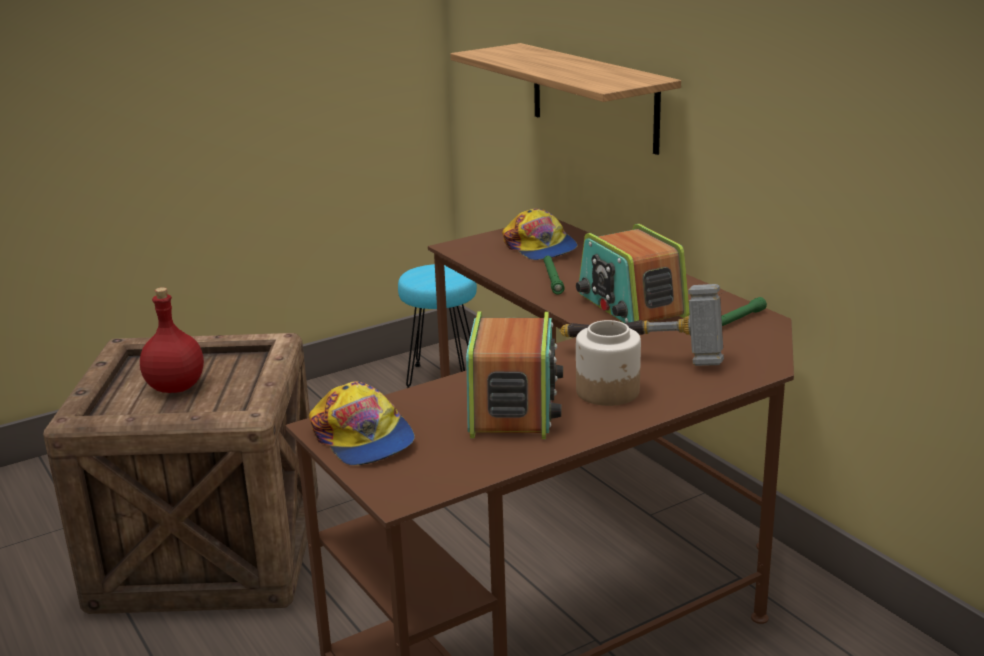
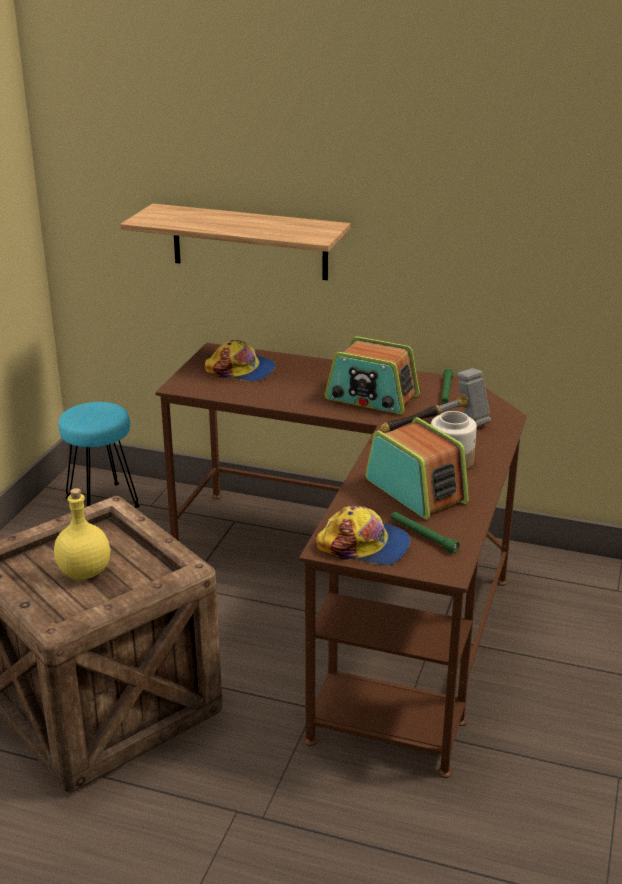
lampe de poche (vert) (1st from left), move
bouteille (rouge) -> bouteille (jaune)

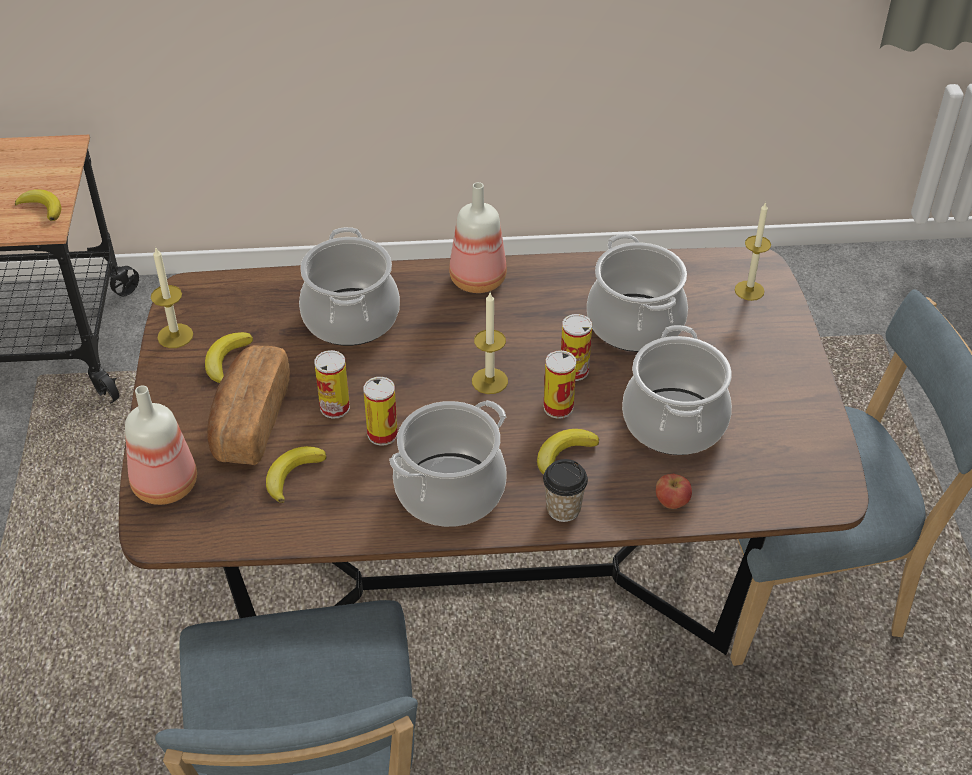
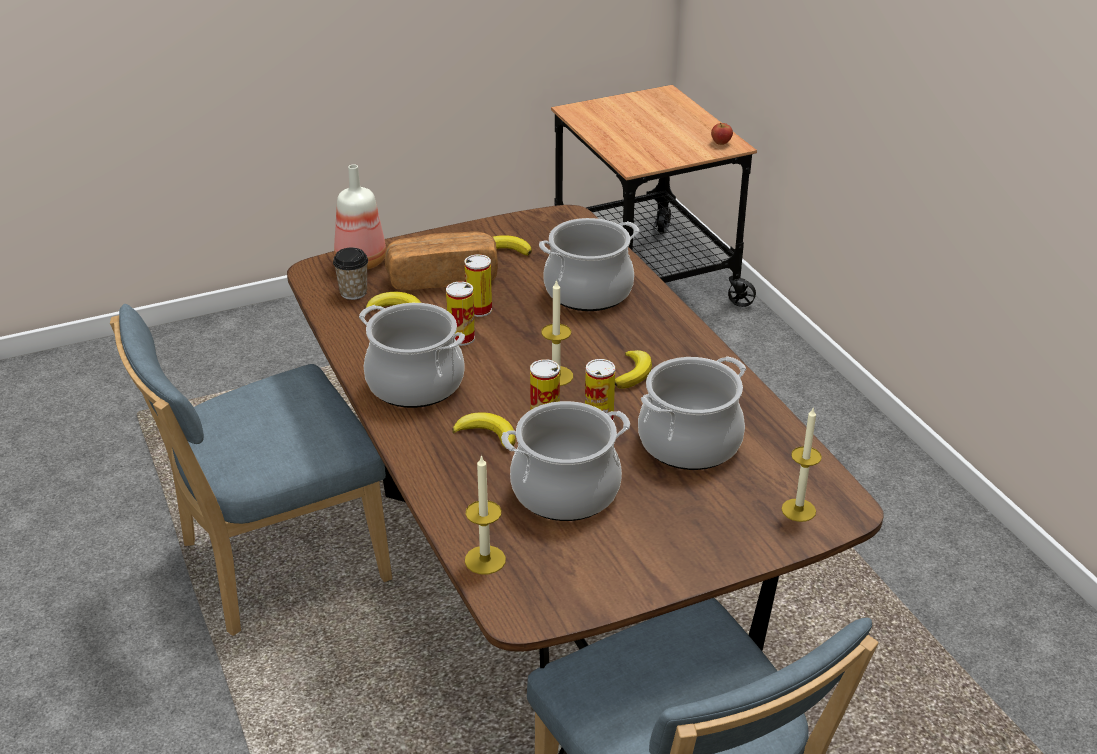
bouteille (2nd from left) -> none
banane (1st from left in the first image) -> banane (4th from left), move
bougie (1st from left), move
tasse, move
pomme, move

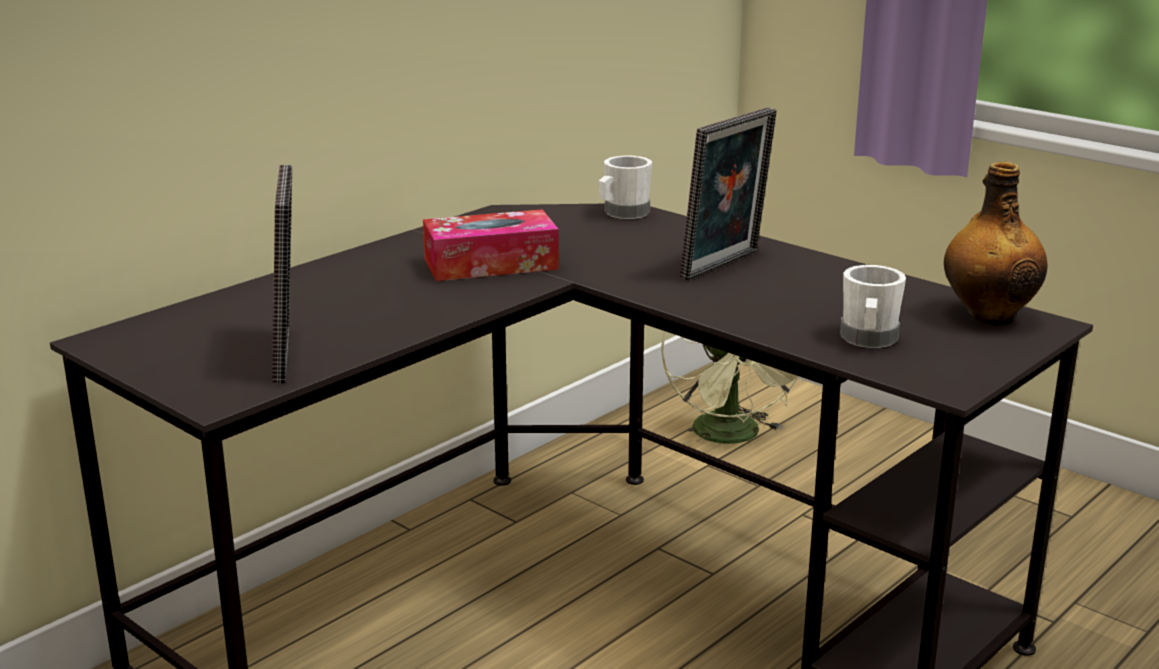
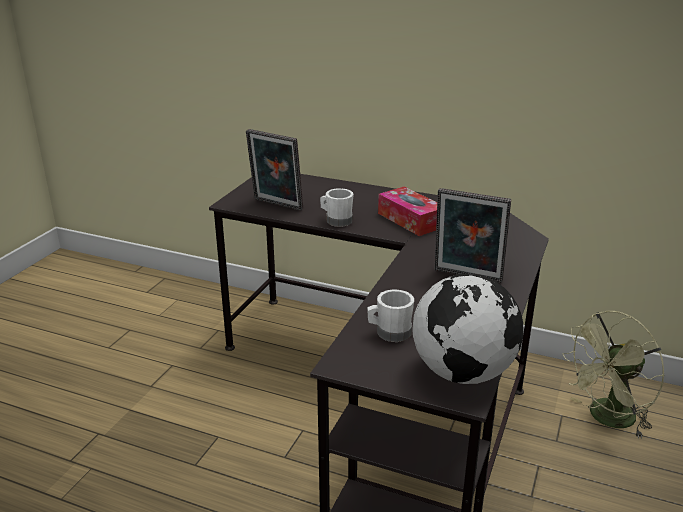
mug (blanc) (1st from left), move
bouteille -> globe
cadre photo (1st from left), 60 degrees clockwise

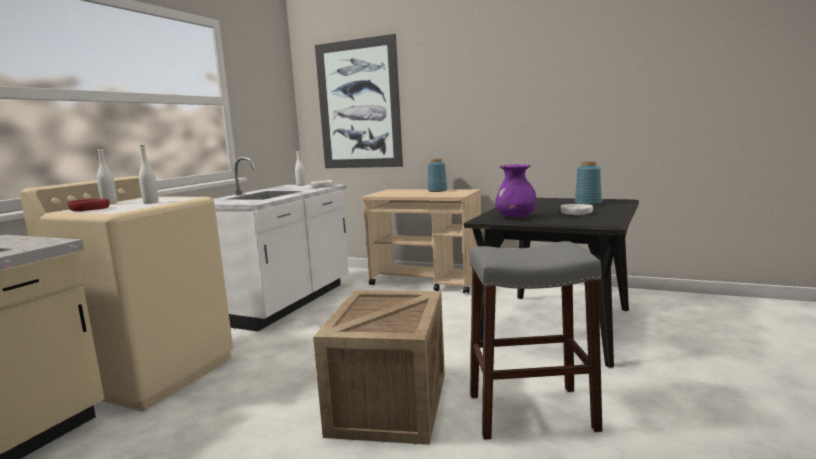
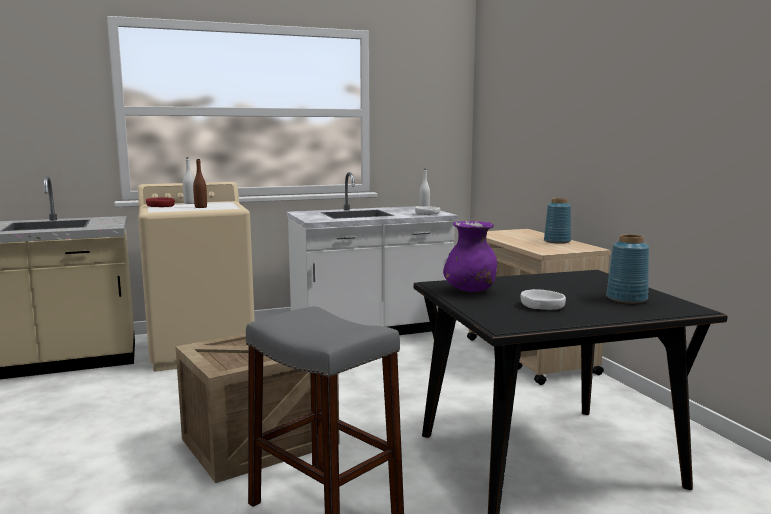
tableau -> none
bouteille (blanc) (2nd from left) -> bouteille (marron)

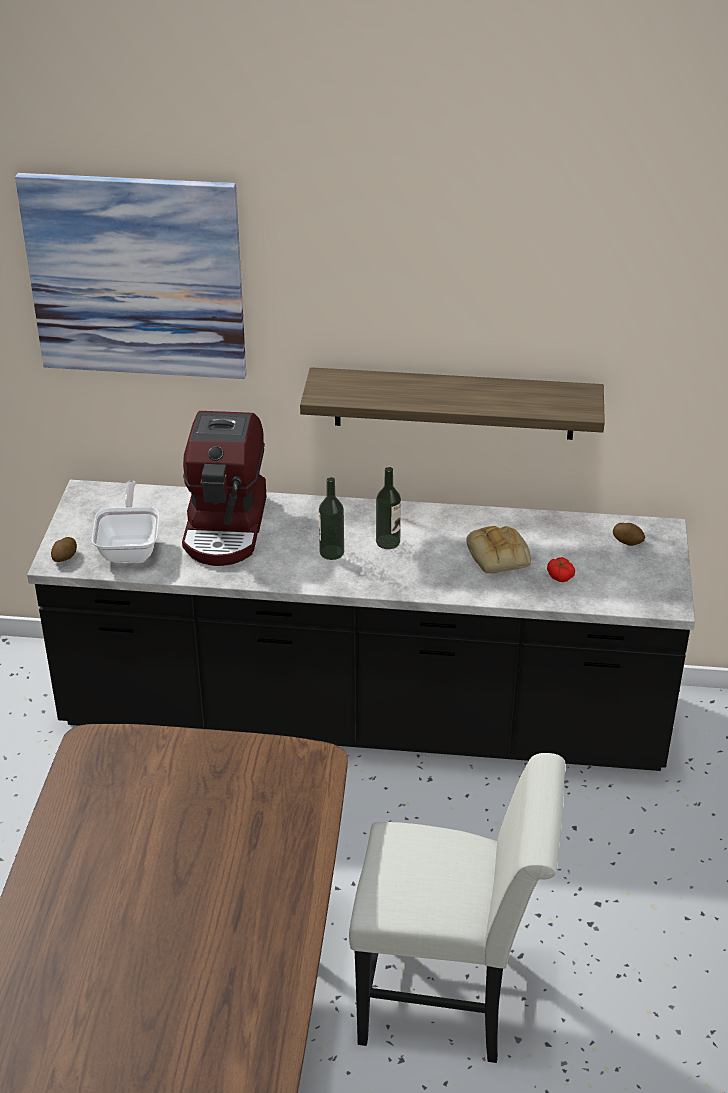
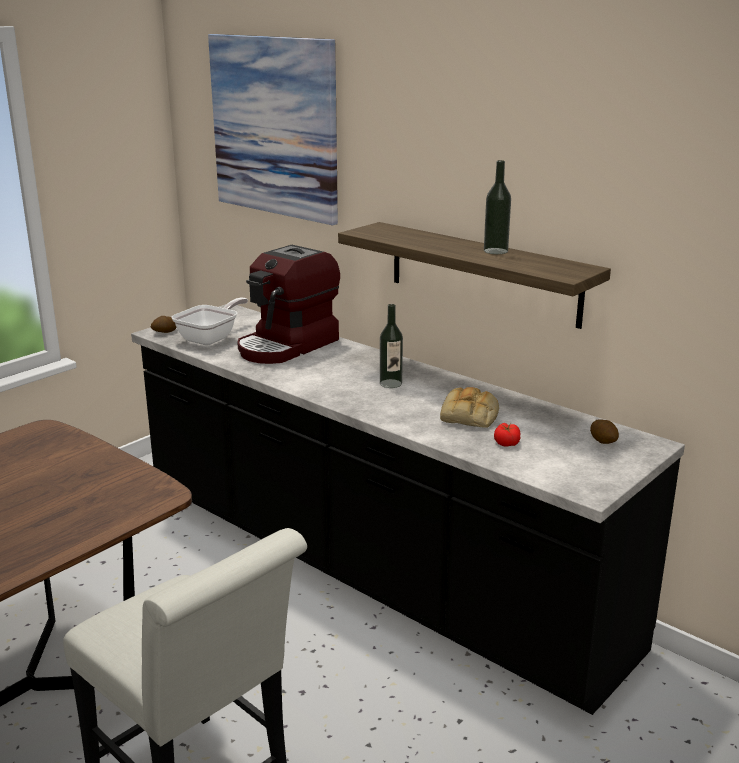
bouteille (1st from left in the first image) -> bouteille (2nd from left), move

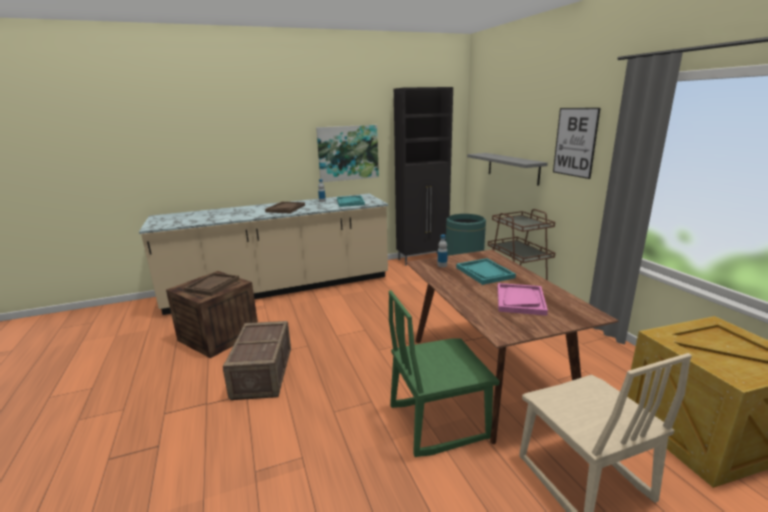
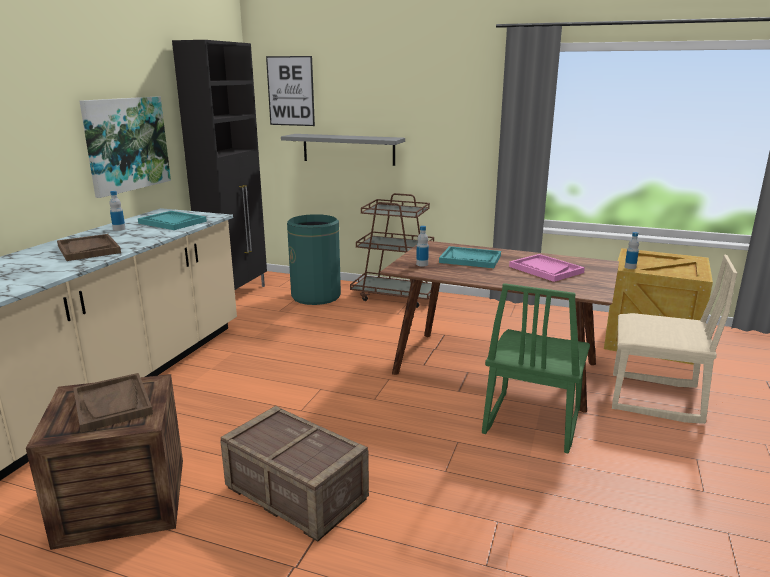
tableau (2nd from left), move
none -> bouteille (3rd from left)

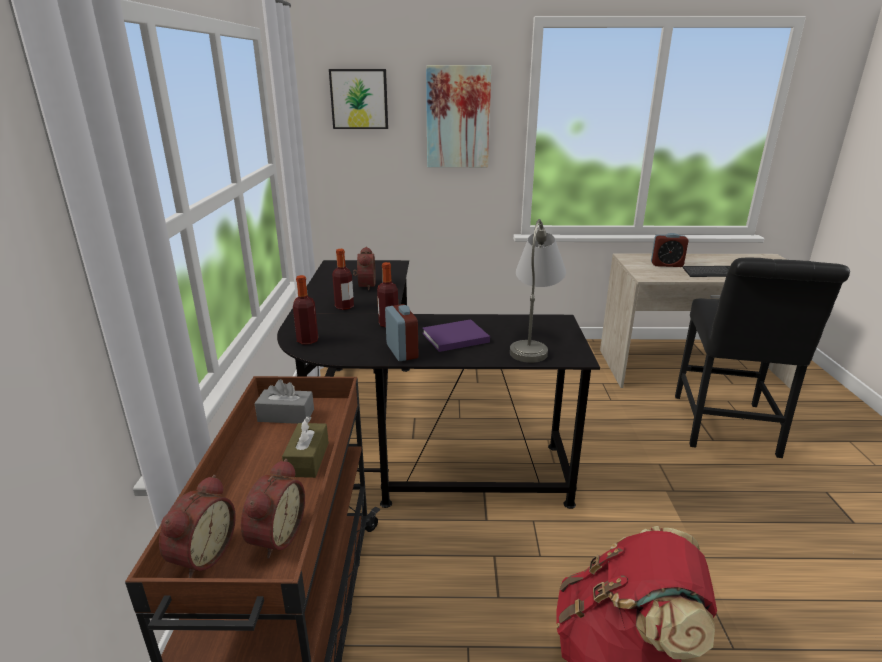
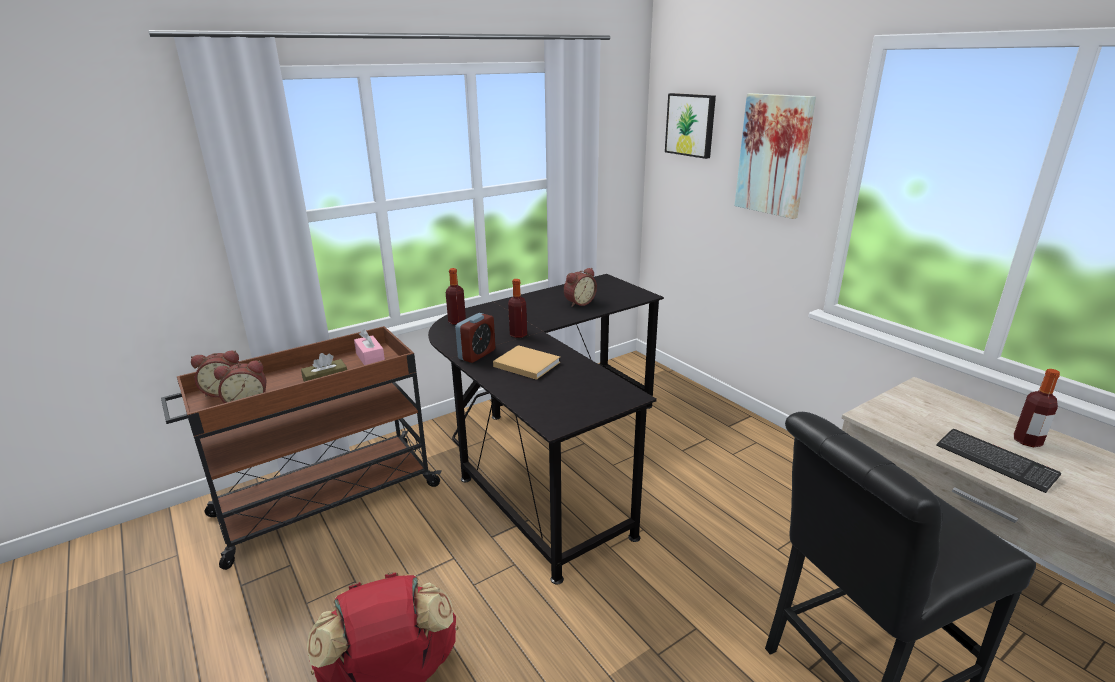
lampe de table (gris) -> none
réveil (5th from left) -> none
bouteille (2nd from left in the first image) -> bouteille (3rd from left), move
livre (violet) -> livre (beige)
boîte à mouchoirs (gris) -> boîte à mouchoirs (rose)

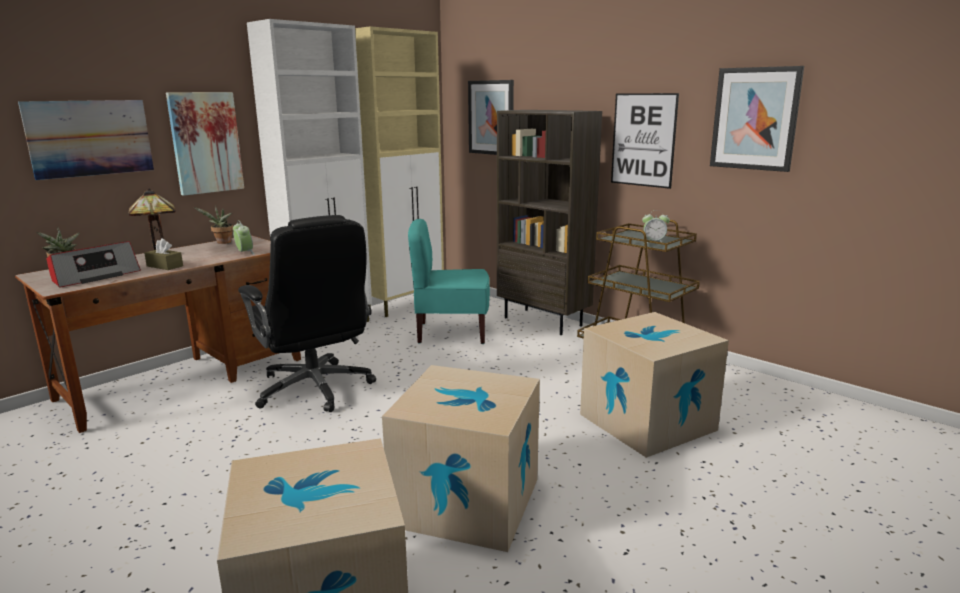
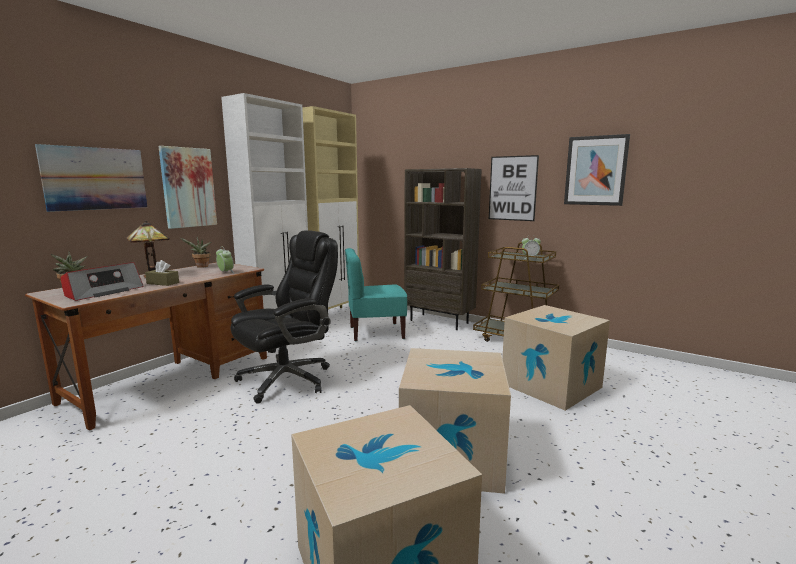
tableau (3rd from left) -> none
chaise de bureau (noir), 90 degrees counterclockwise

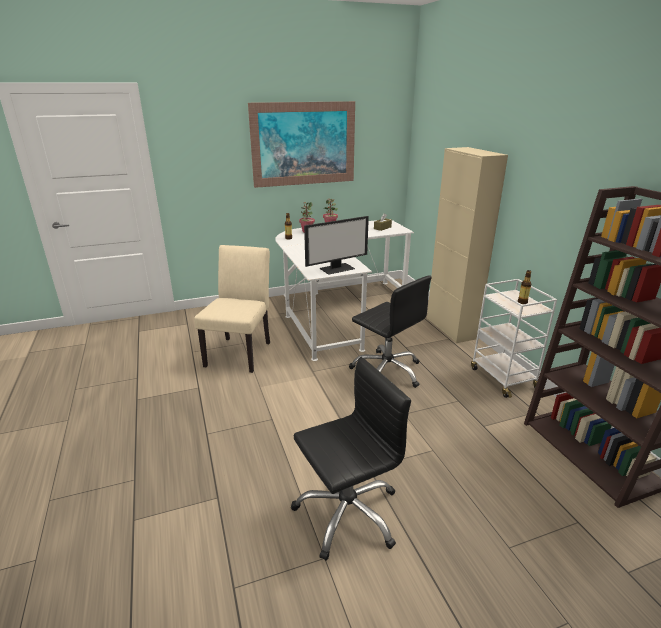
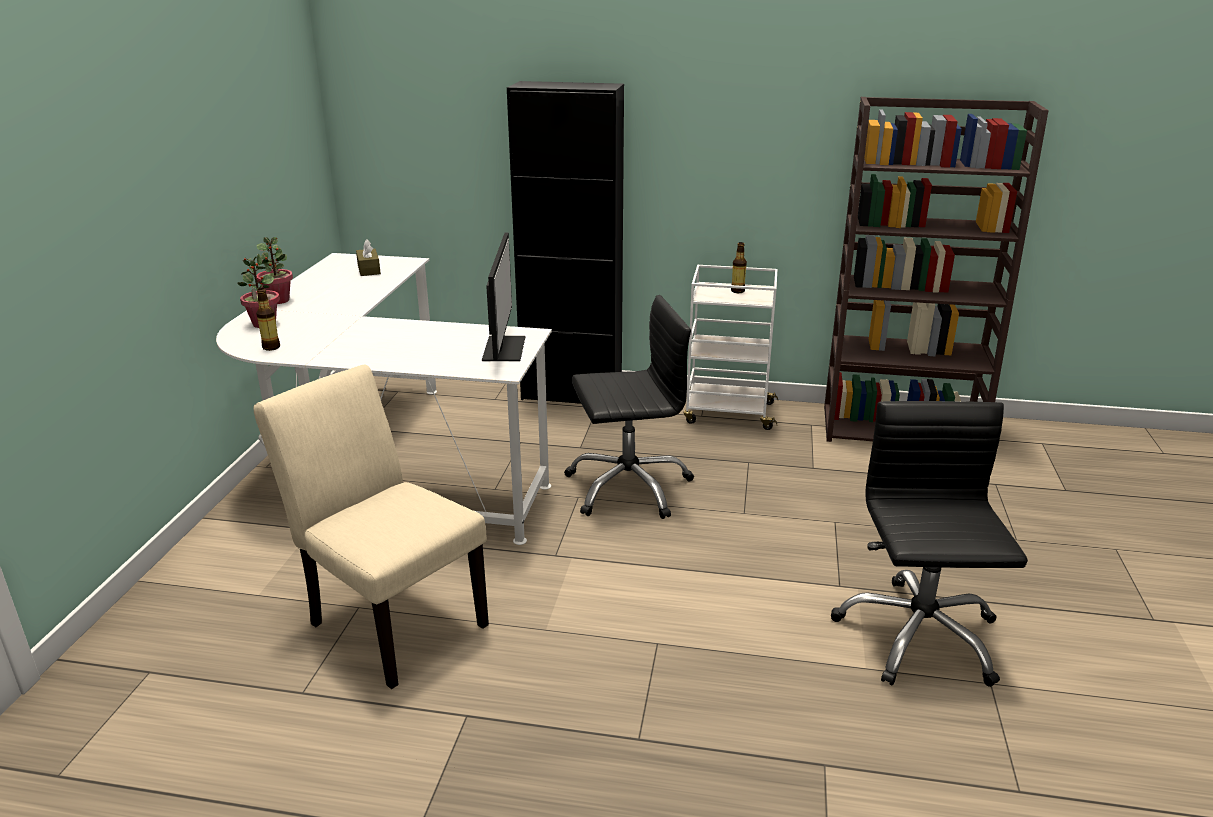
tableau -> none
meuble de rangement (beige) -> meuble de rangement (noir)

